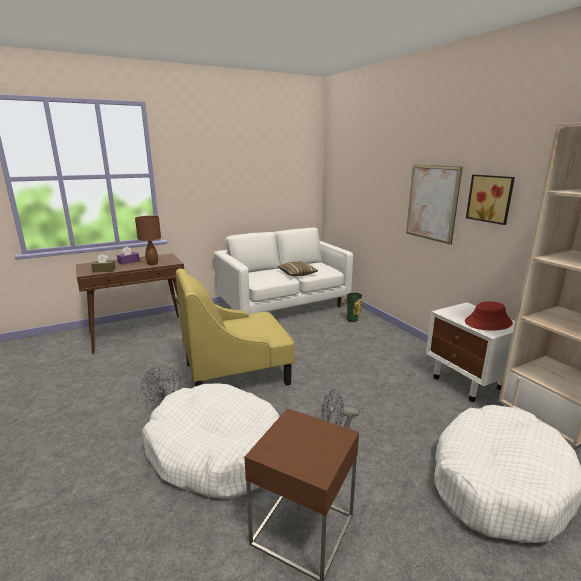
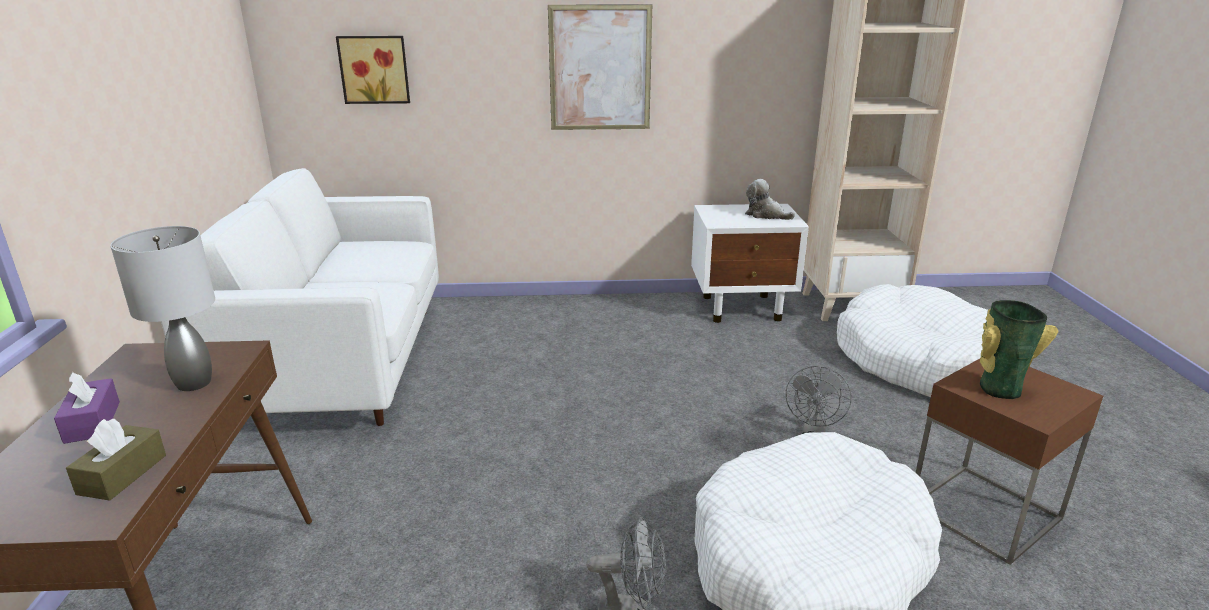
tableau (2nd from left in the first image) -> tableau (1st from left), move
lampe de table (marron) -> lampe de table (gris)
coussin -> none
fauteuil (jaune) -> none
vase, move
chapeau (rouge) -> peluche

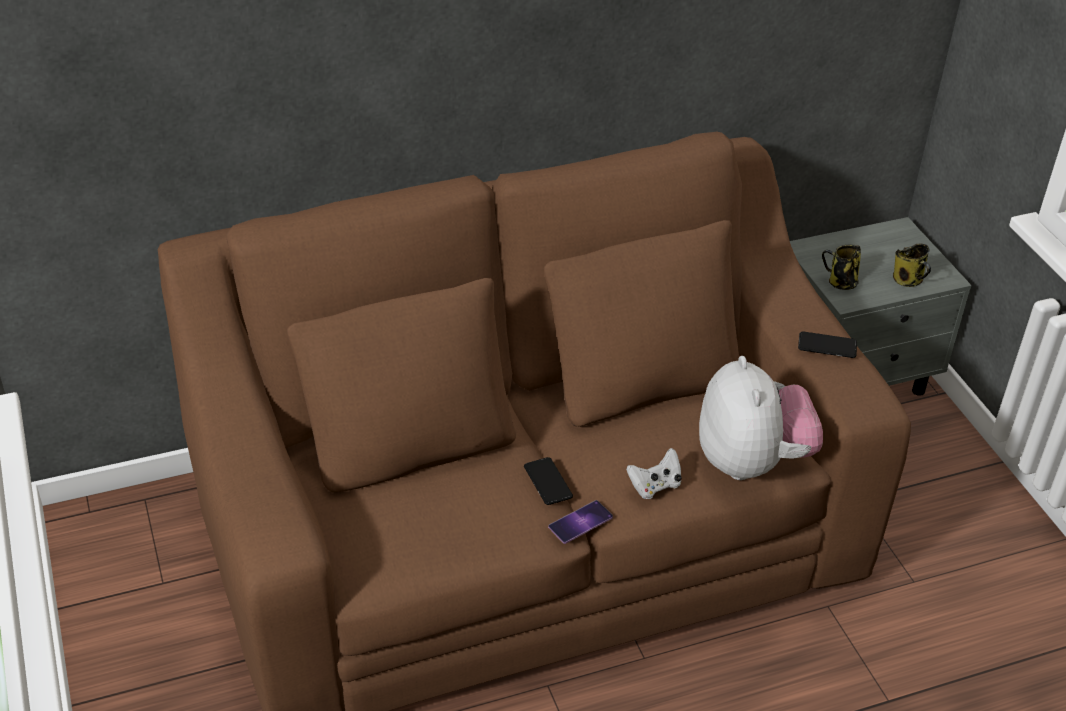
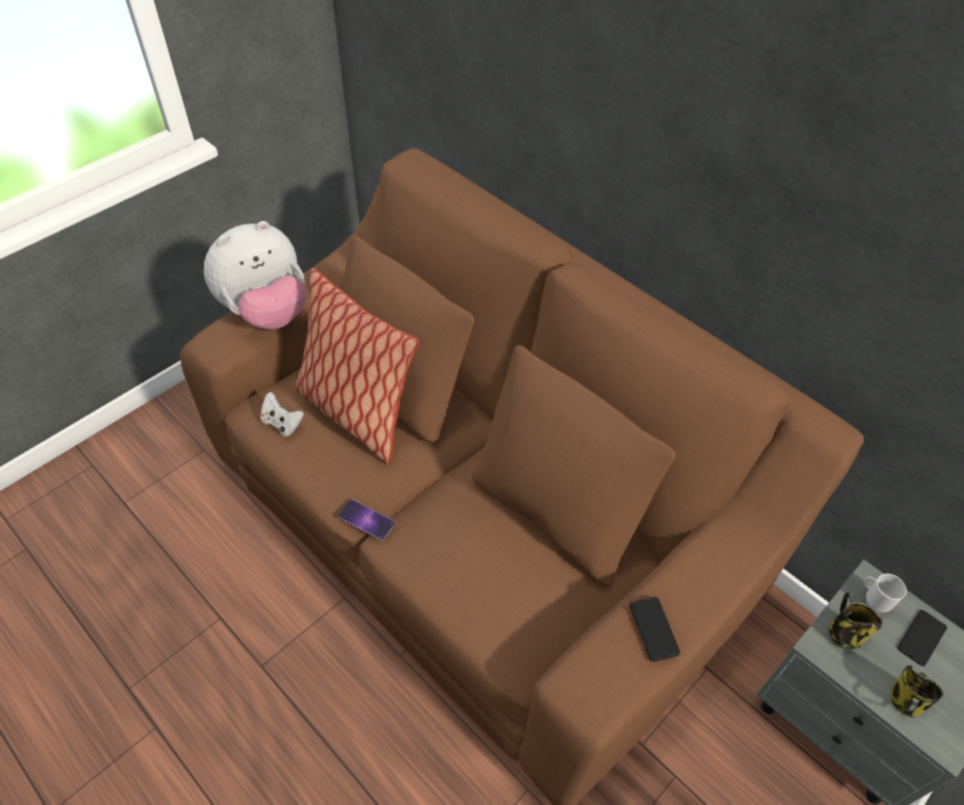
peluche, move
manette (blanc), move
téléphone (1st from left in the first image) -> téléphone (3rd from left), move
none -> coussin
none -> mug (2nd from left)

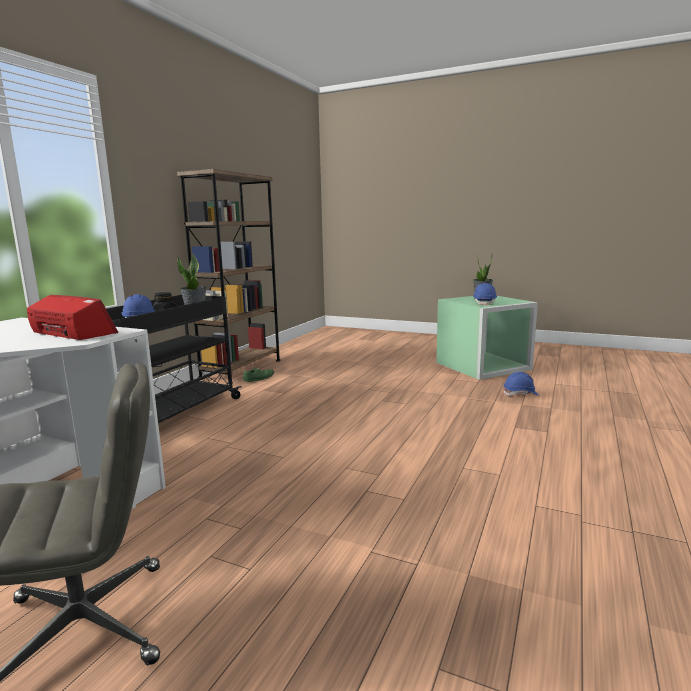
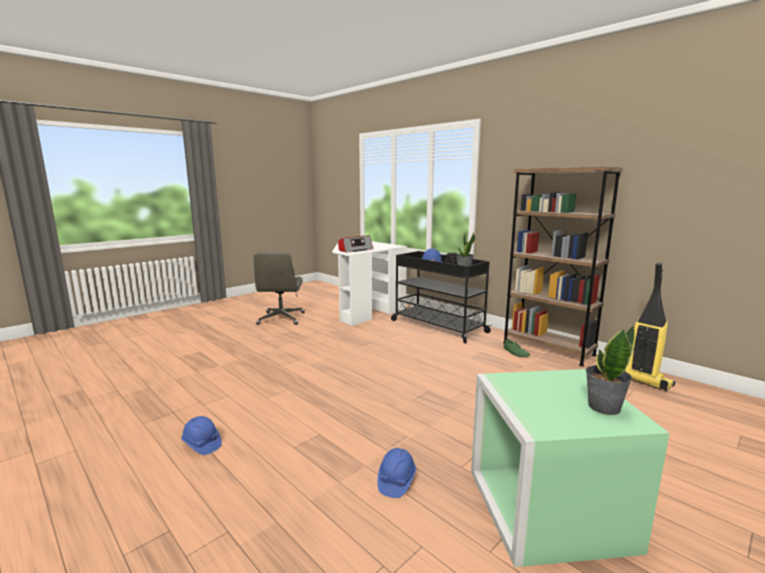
casque de chantier (bleu) (2nd from left in the first image) -> casque de chantier (bleu) (1st from left), move
none -> aspirateur

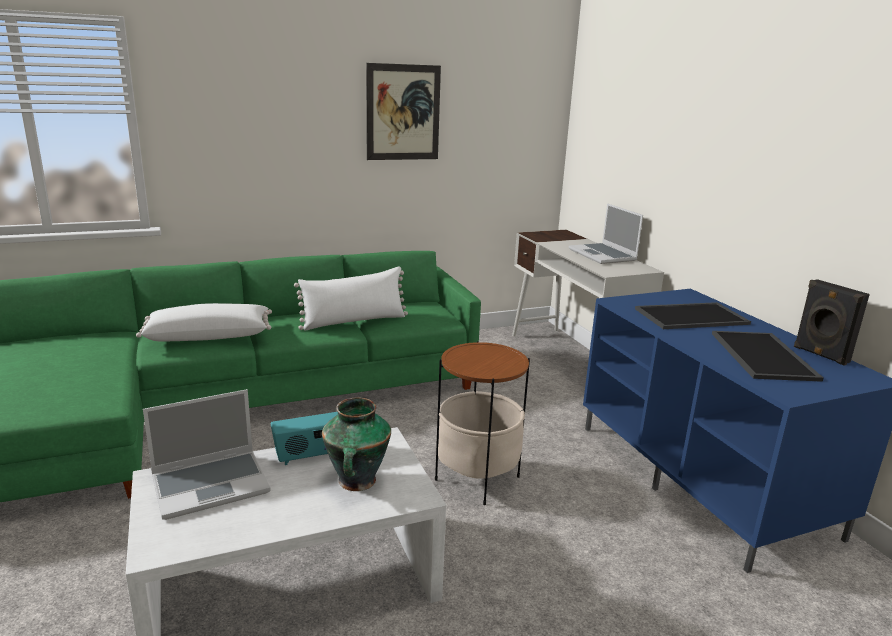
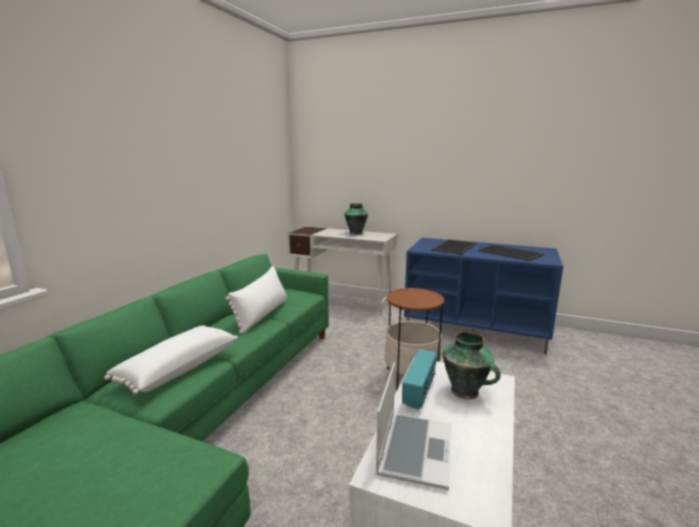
tableau -> none
ordinateur portable (2nd from left) -> vase (1st from left)
enceinte (noir) -> none

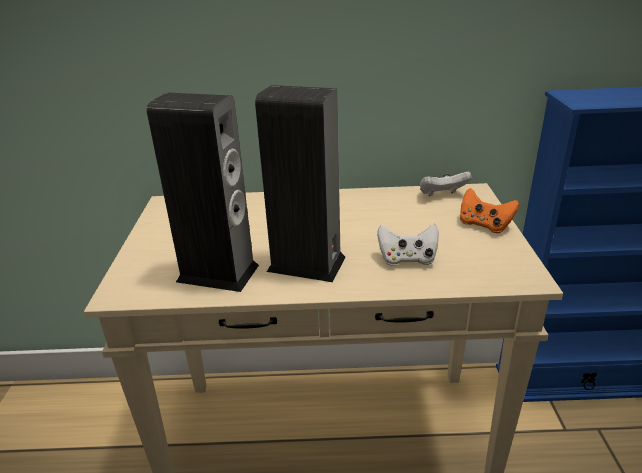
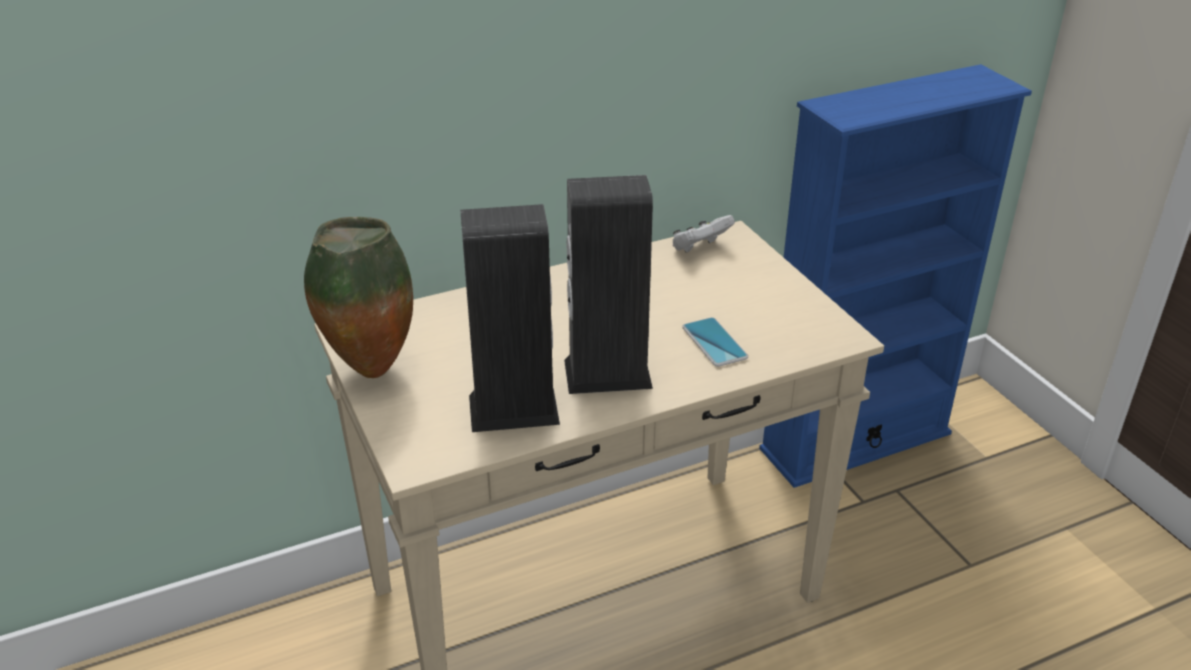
manette (orange) -> none
manette (blanc) (1st from left) -> téléphone
none -> vase

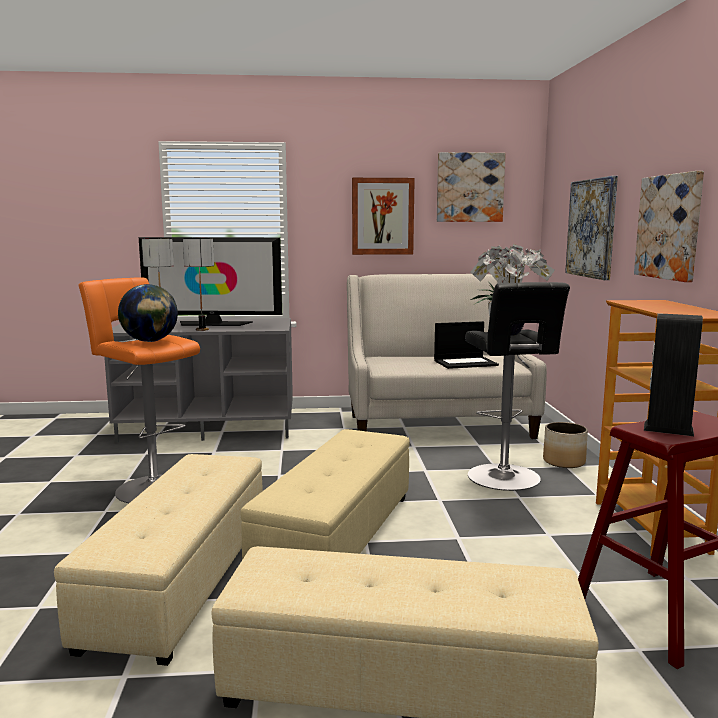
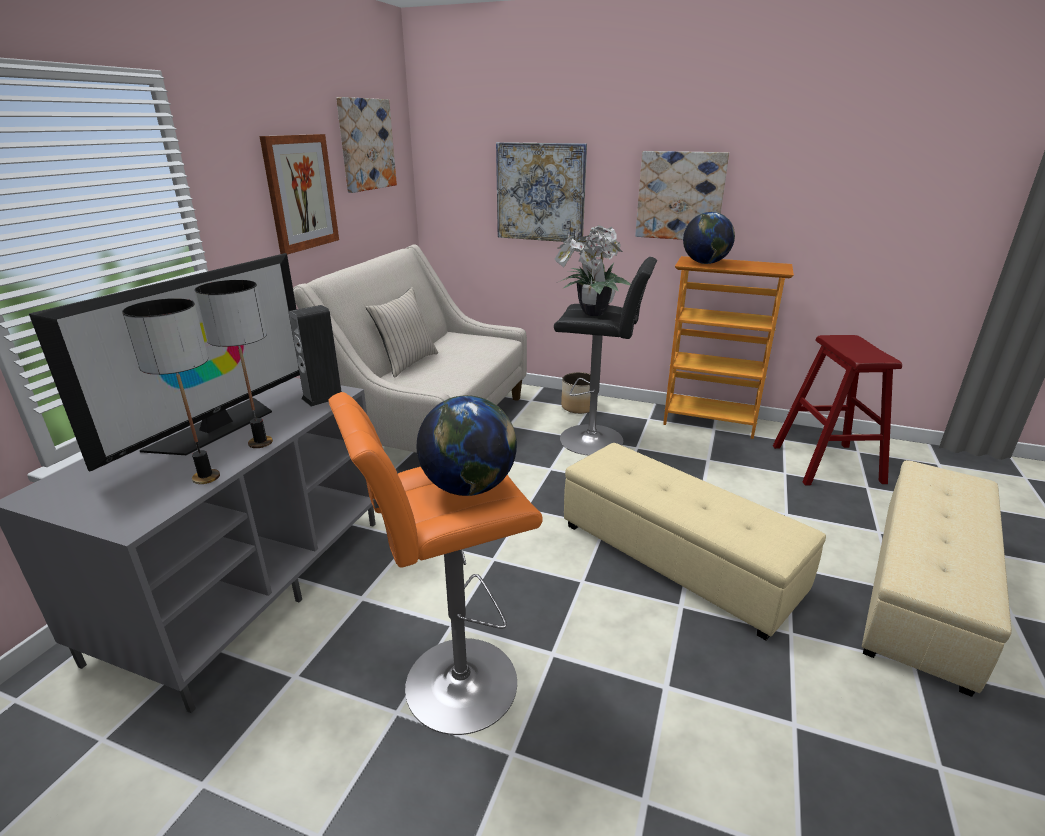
enceinte, move
ordinateur portable -> none
pouf (beige) (1st from left) -> none
none -> globe (2nd from left)
none -> coussin (beige)

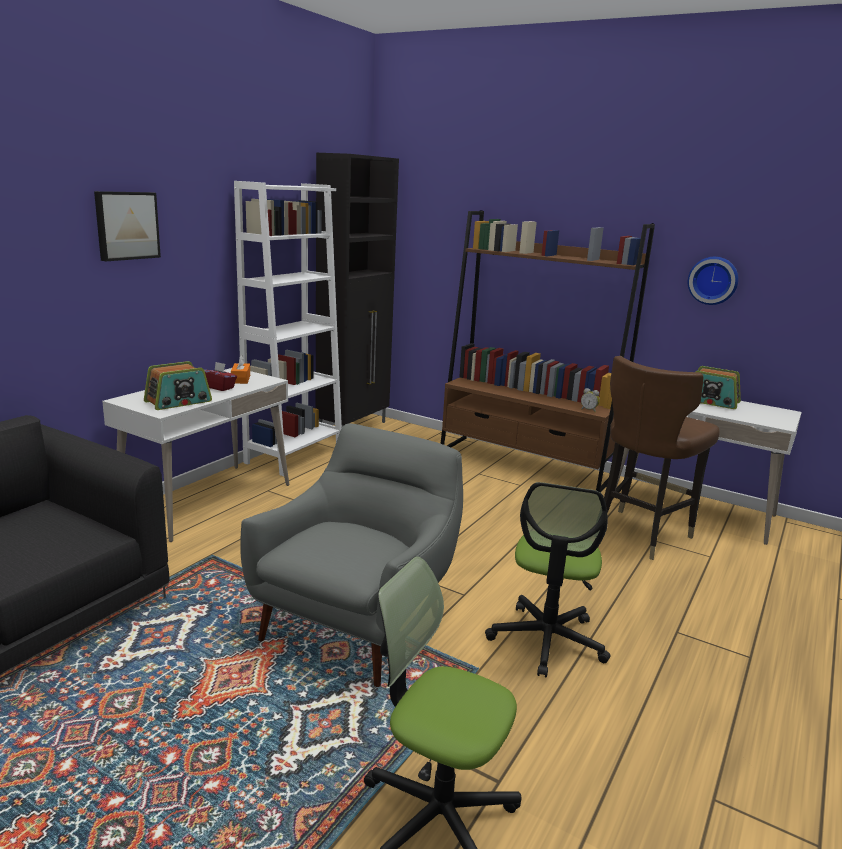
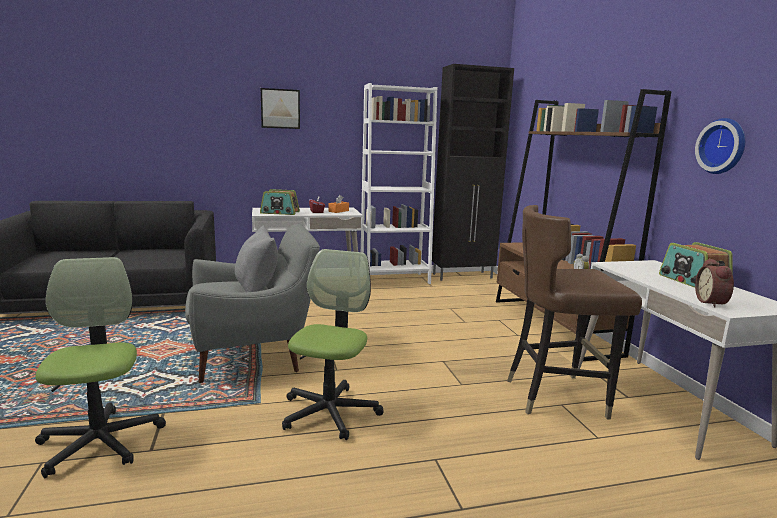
chaise de bureau (2nd from left), 135 degrees clockwise
none -> coussin (gris)
none -> réveil (2nd from left)

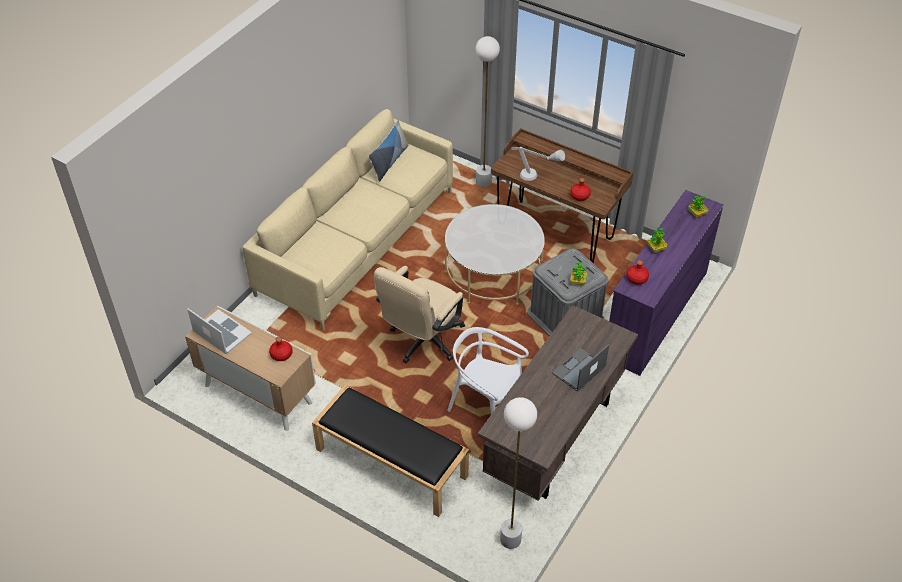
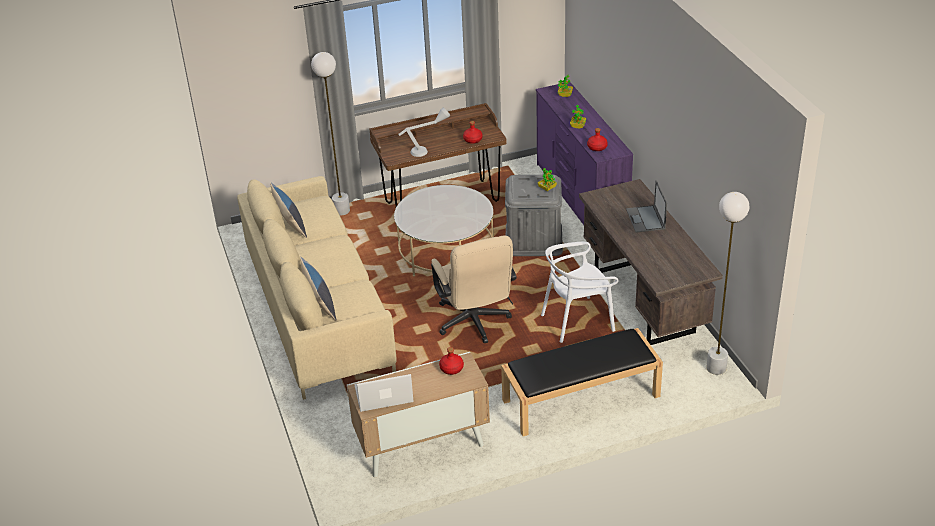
none -> coussin (2nd from left)

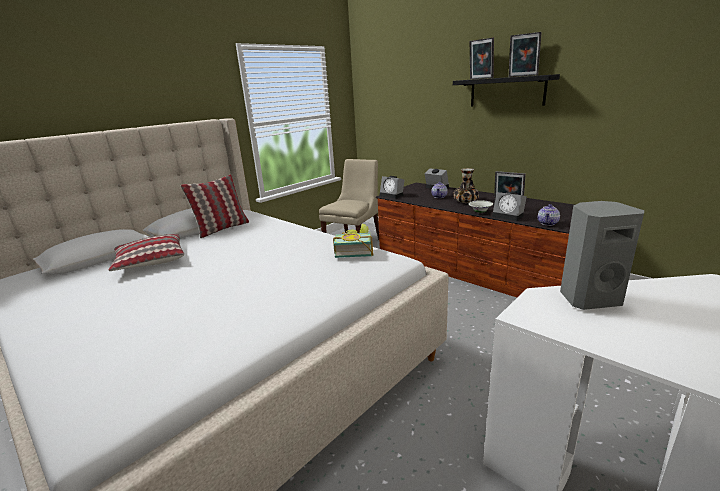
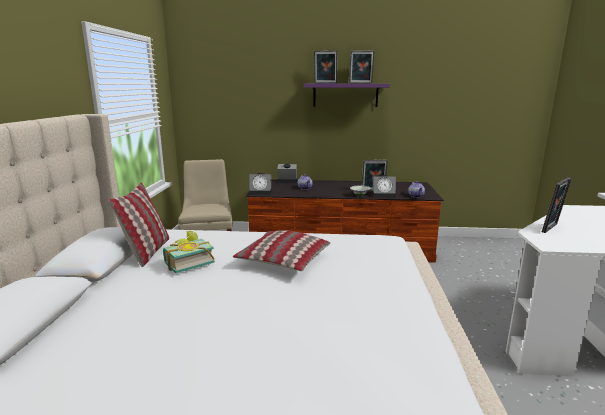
étagère (noir) -> étagère (violet)
vase -> none
enceinte (gris) -> cadre photo (4th from left)
livre, move
coussin (1st from left in the first image) -> coussin (2nd from left), move

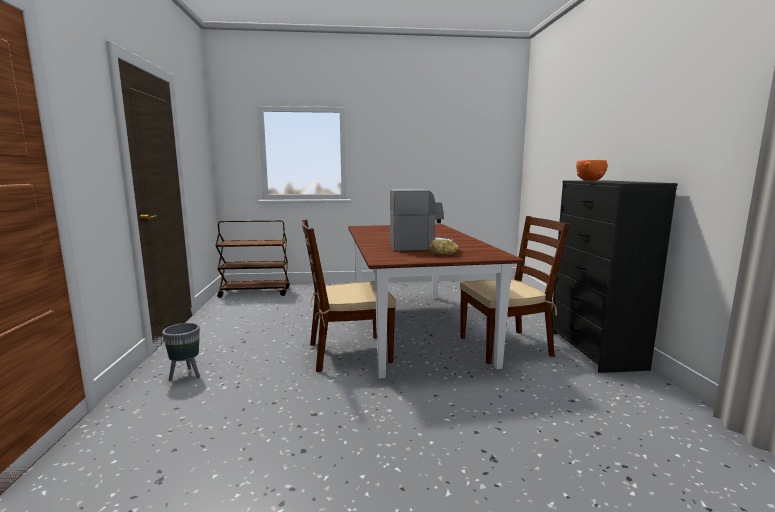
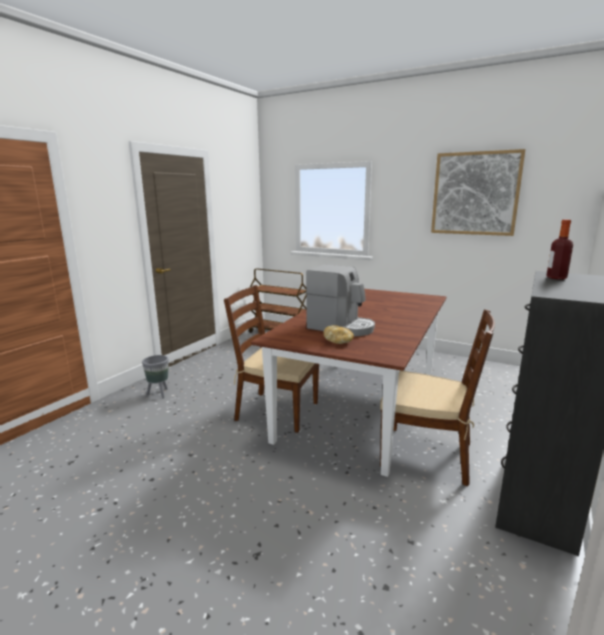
bol (orange) -> bouteille
none -> tableau

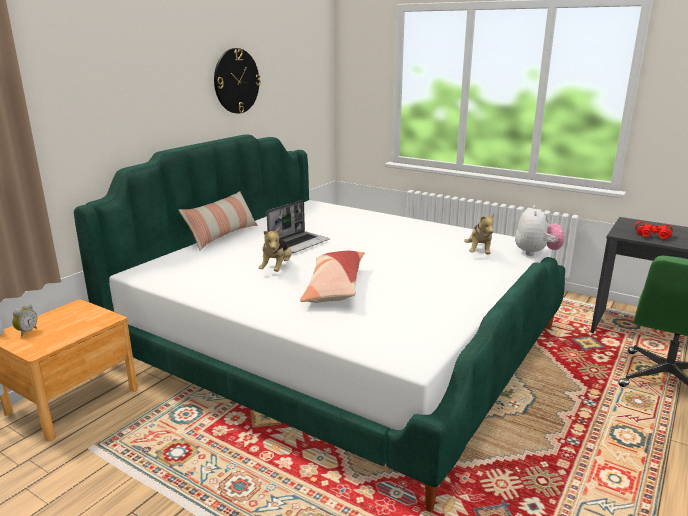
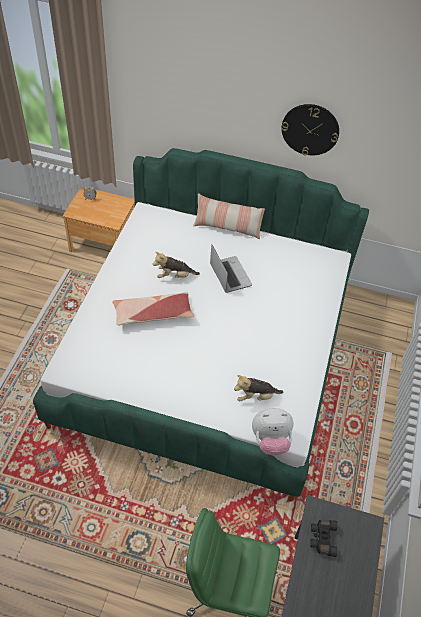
ordinateur portable, 135 degrees counterclockwise
jumelles (rouge) -> jumelles (noir)

